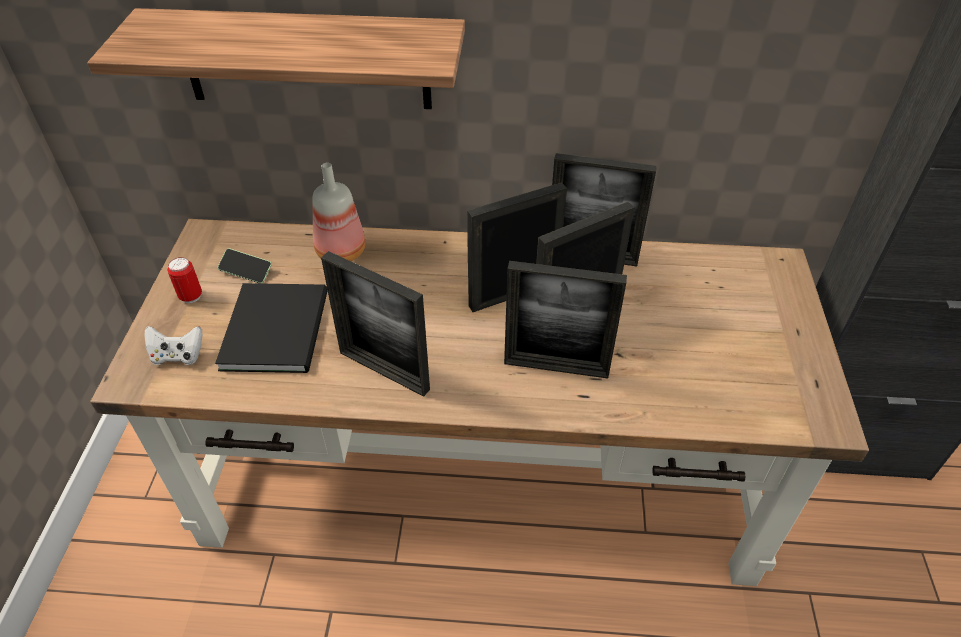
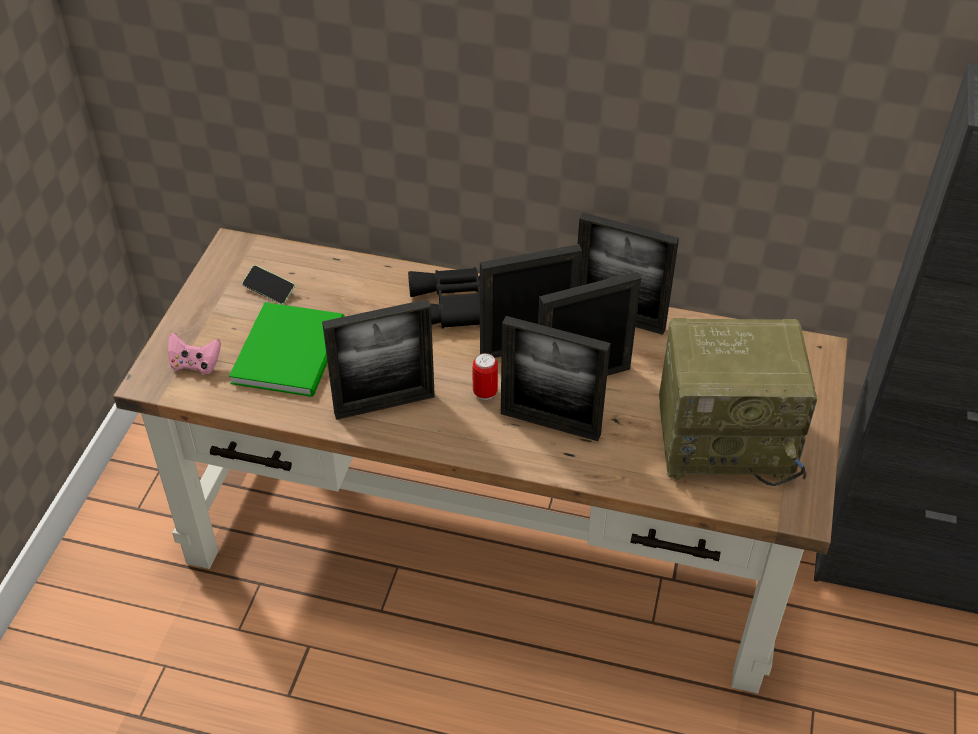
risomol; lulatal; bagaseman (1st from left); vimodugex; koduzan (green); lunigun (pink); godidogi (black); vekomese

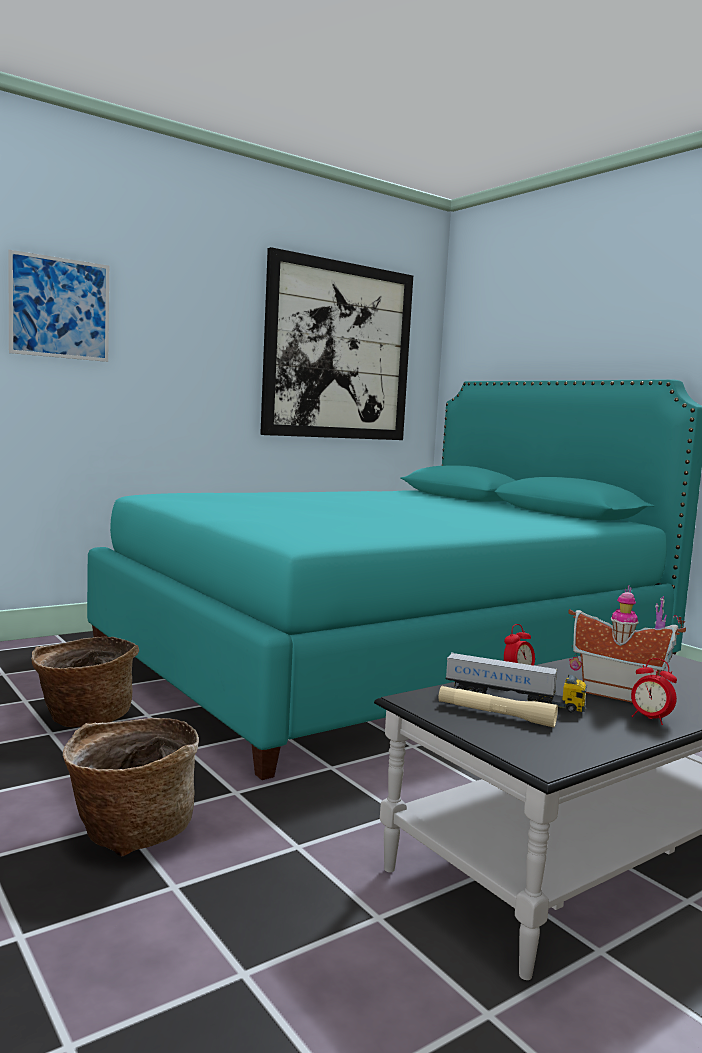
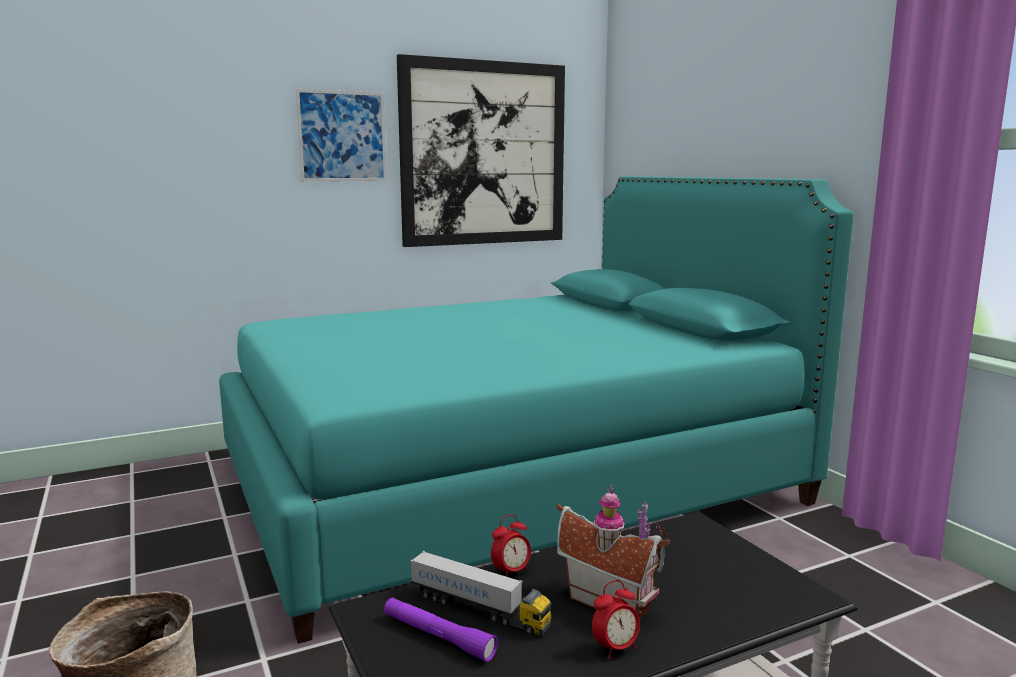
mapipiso (1st from left); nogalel (1st from left in the first image); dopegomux (2nd from left); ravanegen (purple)

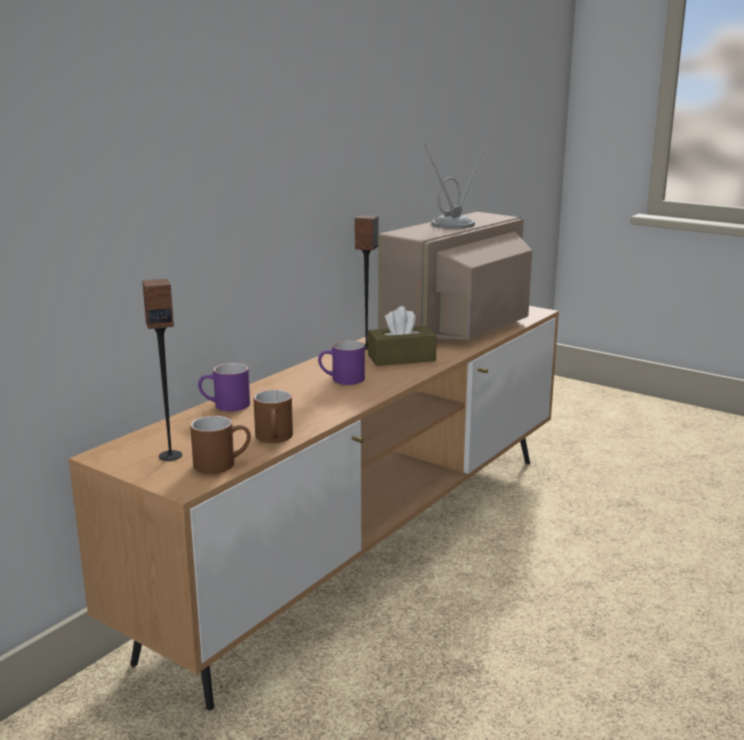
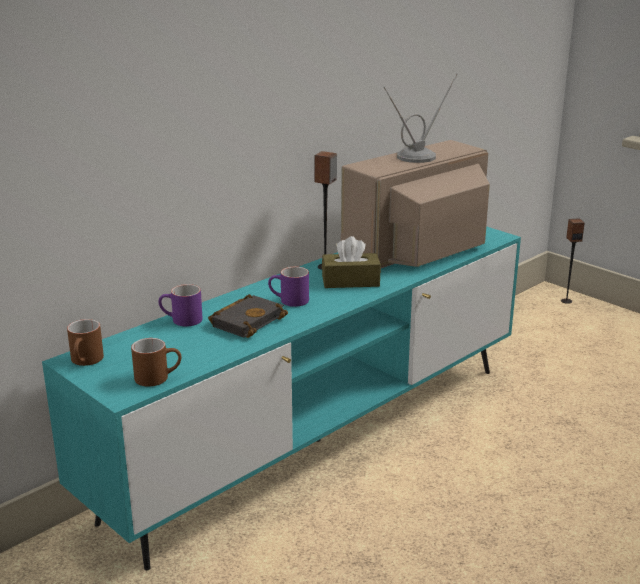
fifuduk (2nd from left); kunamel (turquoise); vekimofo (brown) (1st from left); koduzan (black)

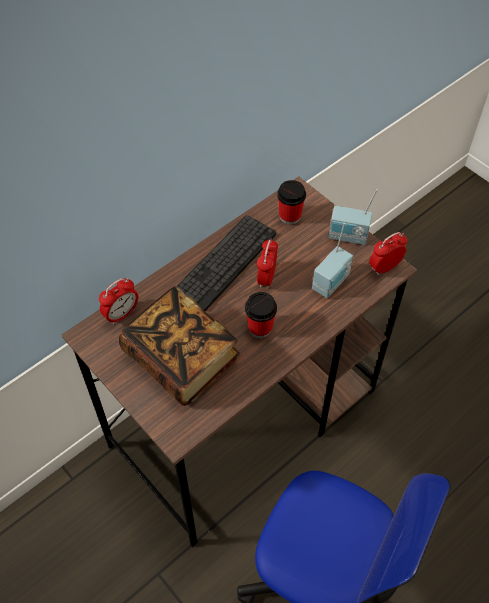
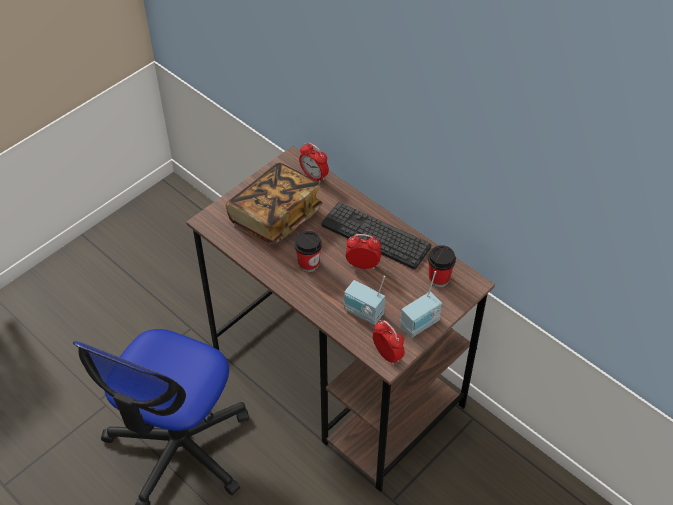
vekomese (2nd from left)

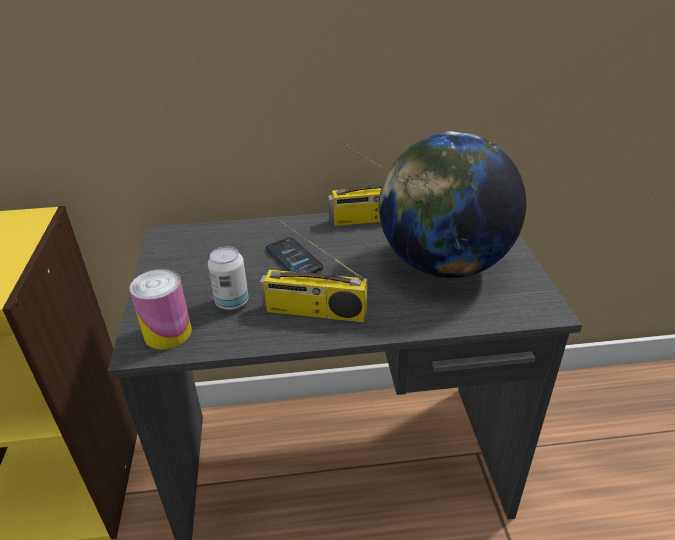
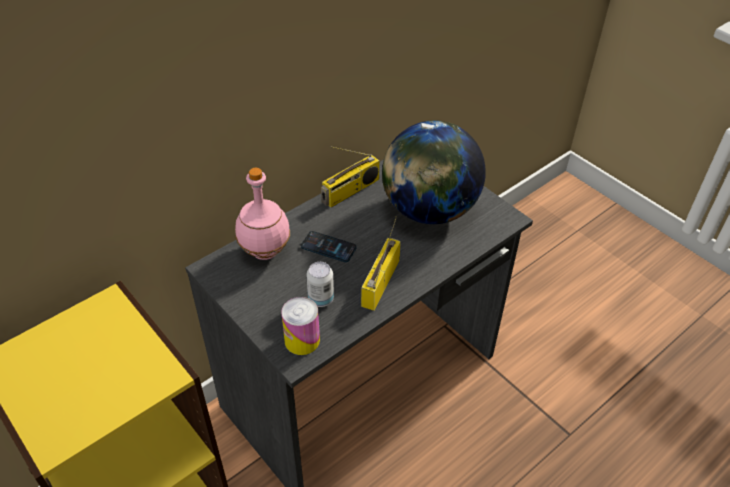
vekomese (2nd from left); lulatal (pink)

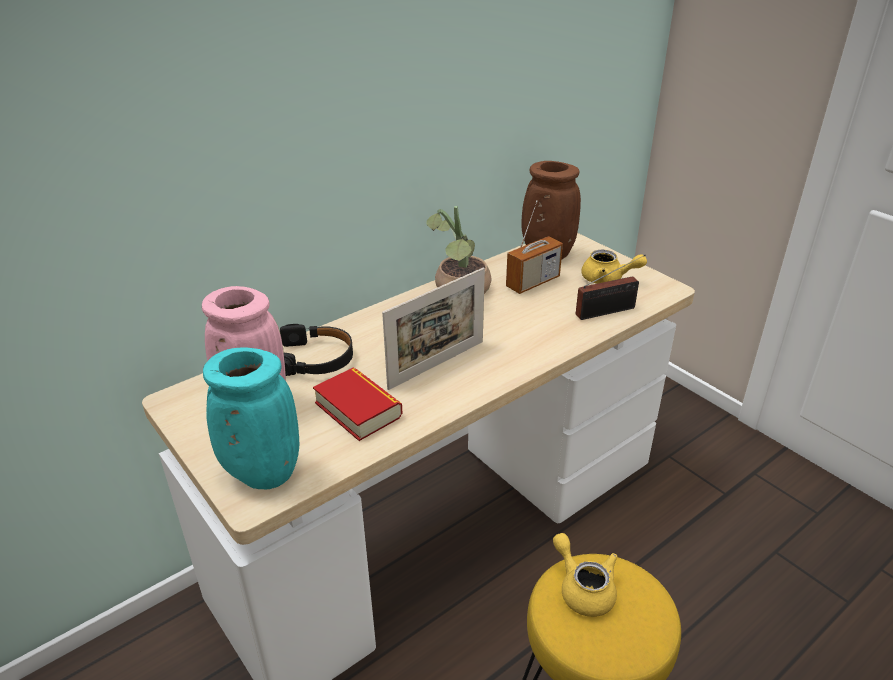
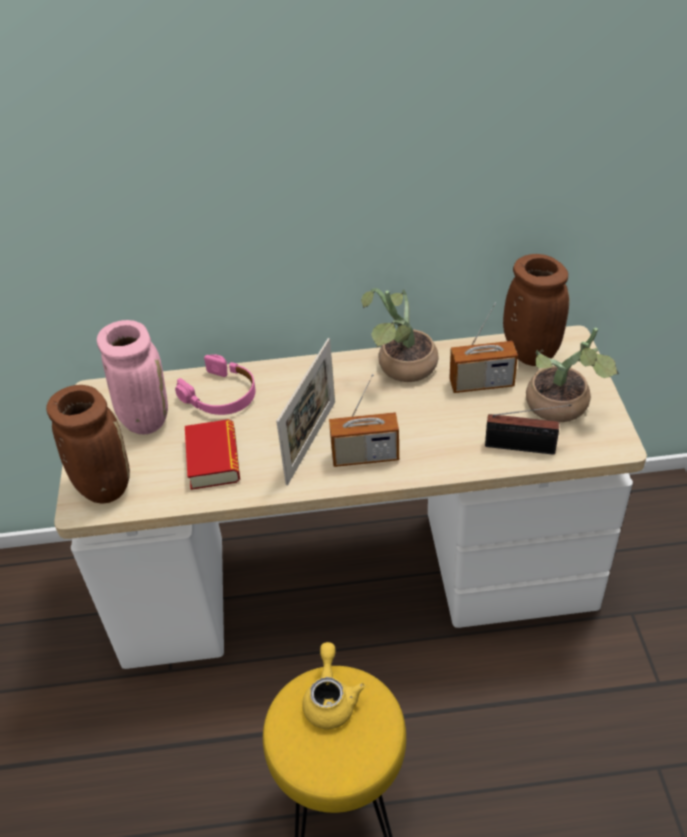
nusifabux (2nd from left); bagaseman; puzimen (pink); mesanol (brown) (1st from left); vekomese (1st from left)

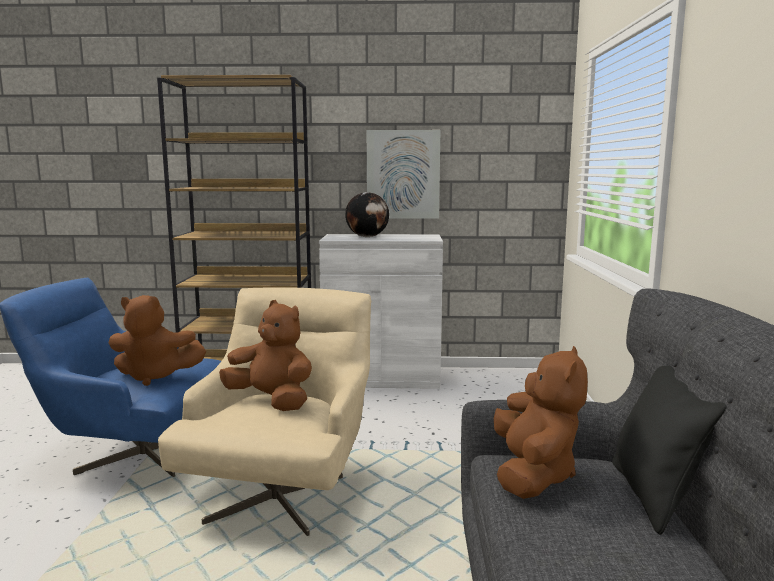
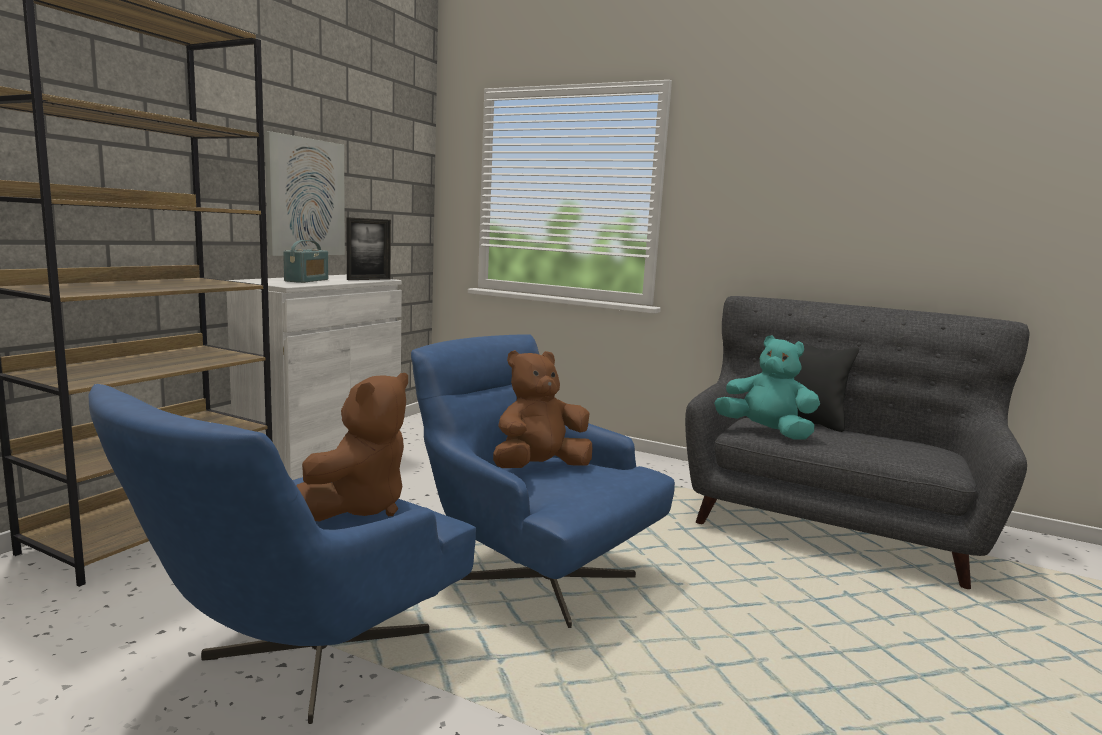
vekomese; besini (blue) (2nd from left); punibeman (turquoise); bagaseman

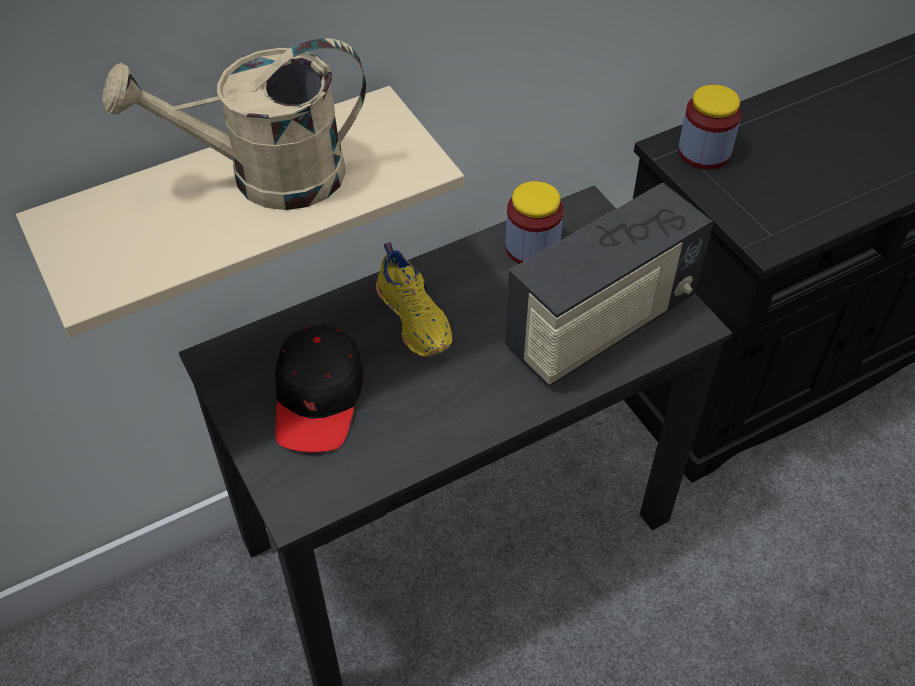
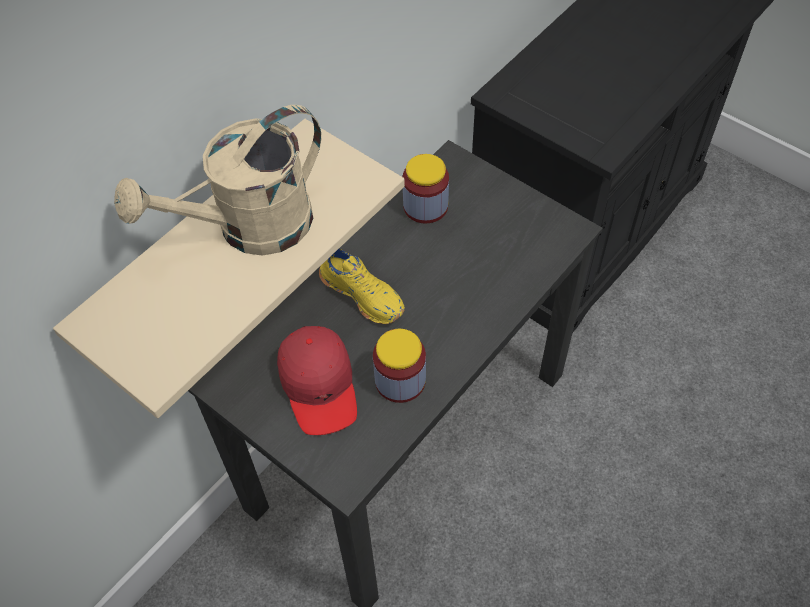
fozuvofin (1st from left); vekomese; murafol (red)

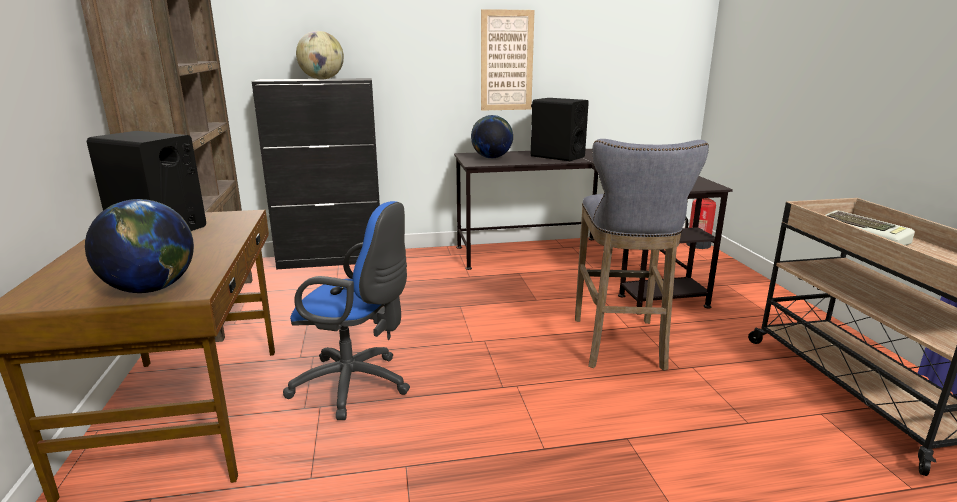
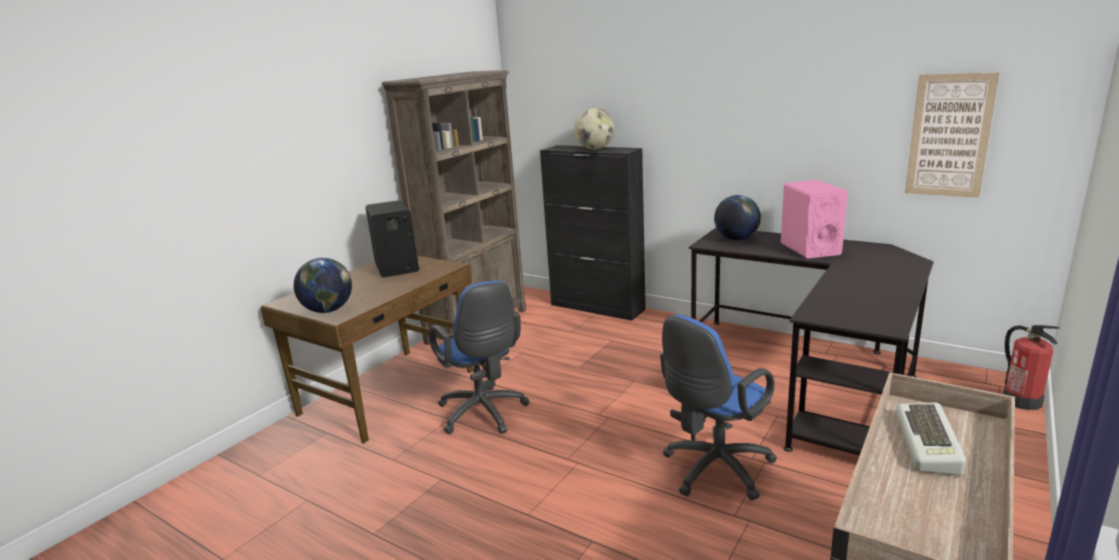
mapipiso; fifuduk (pink); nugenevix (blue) (2nd from left)

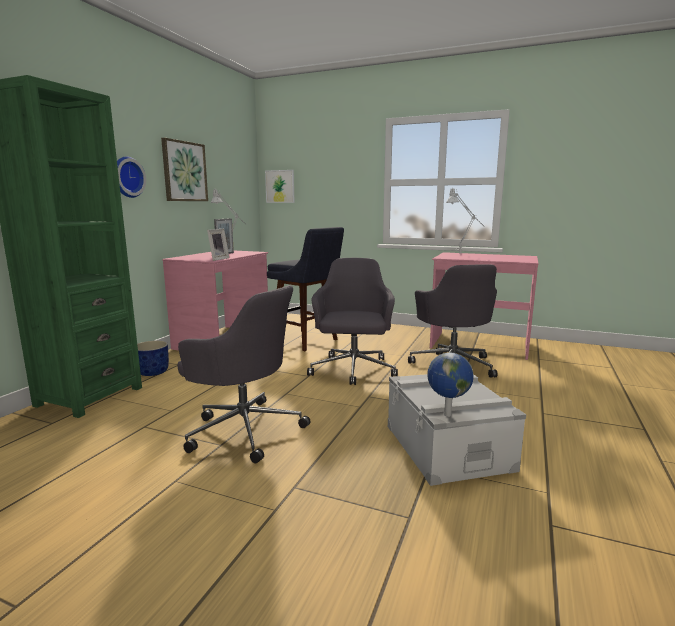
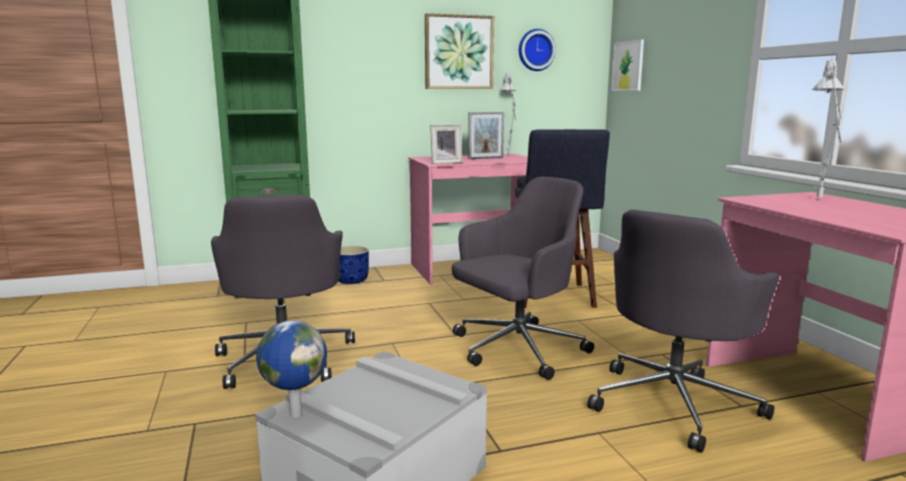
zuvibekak

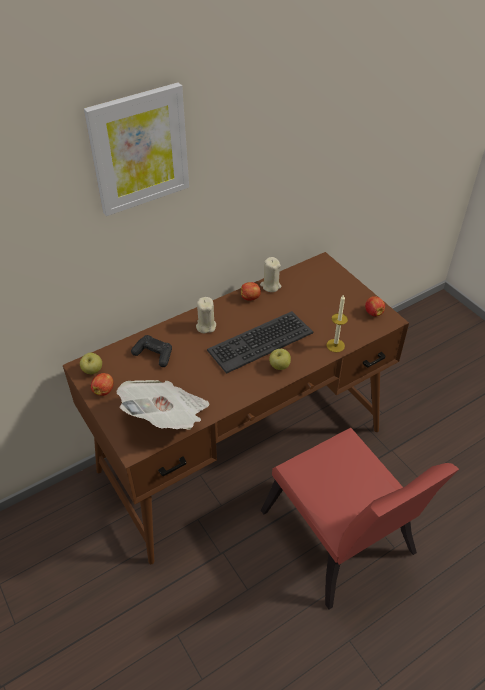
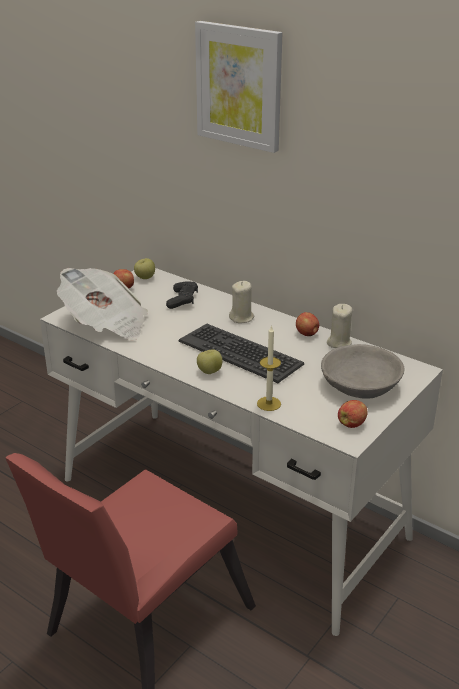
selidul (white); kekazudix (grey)

